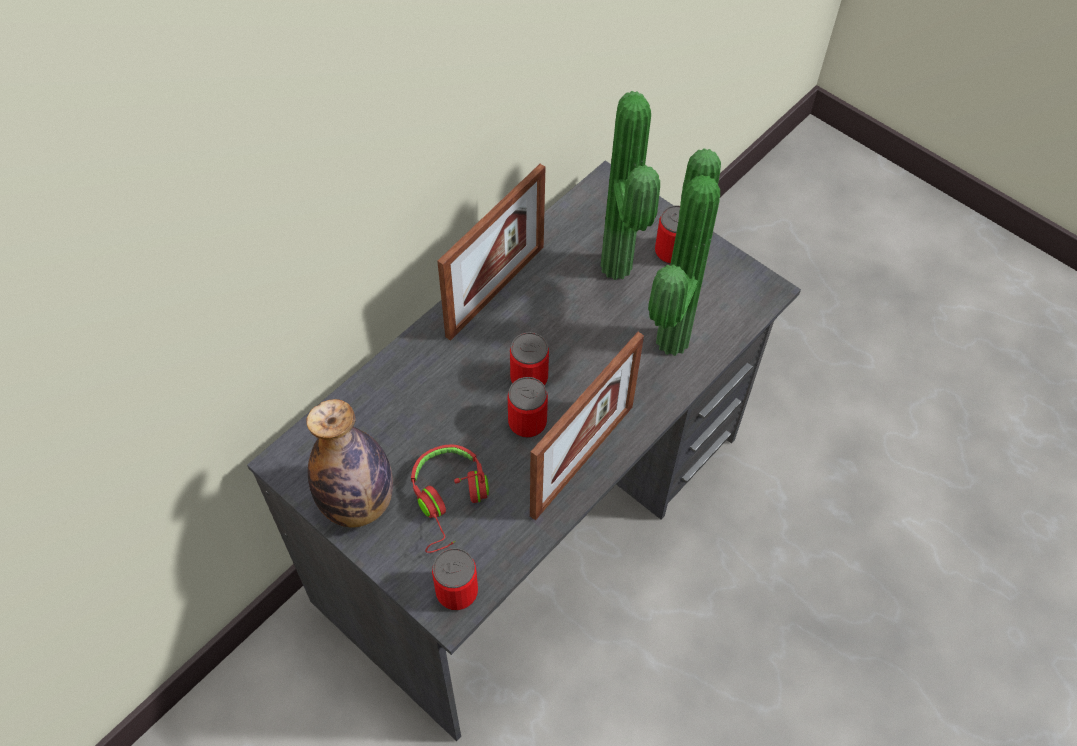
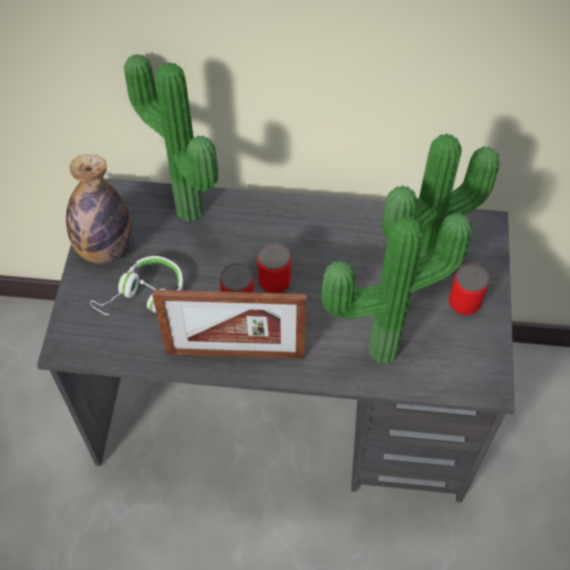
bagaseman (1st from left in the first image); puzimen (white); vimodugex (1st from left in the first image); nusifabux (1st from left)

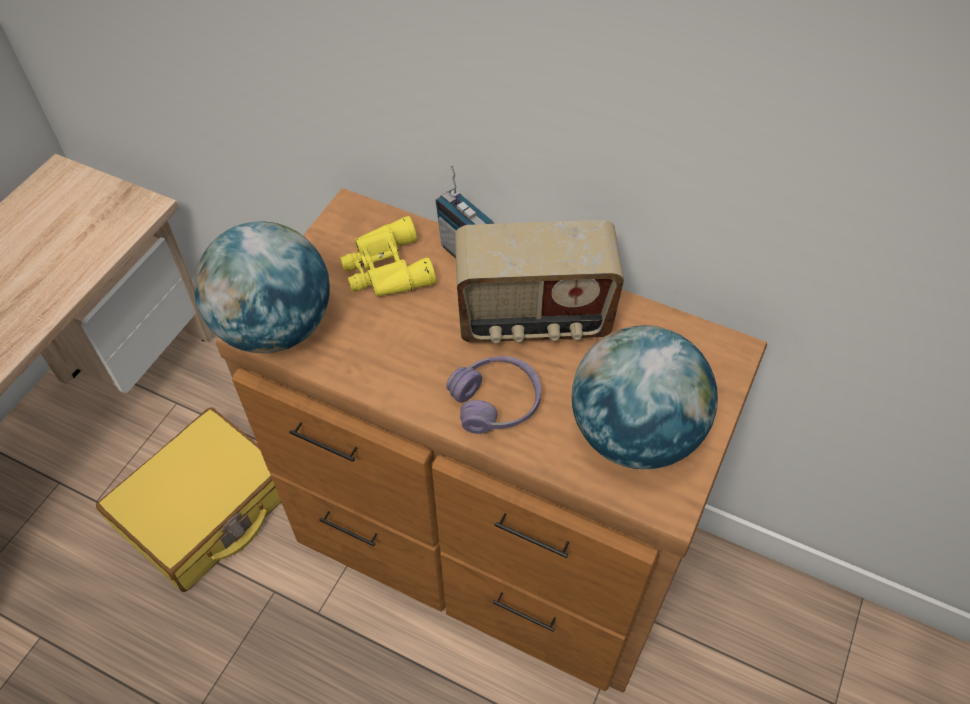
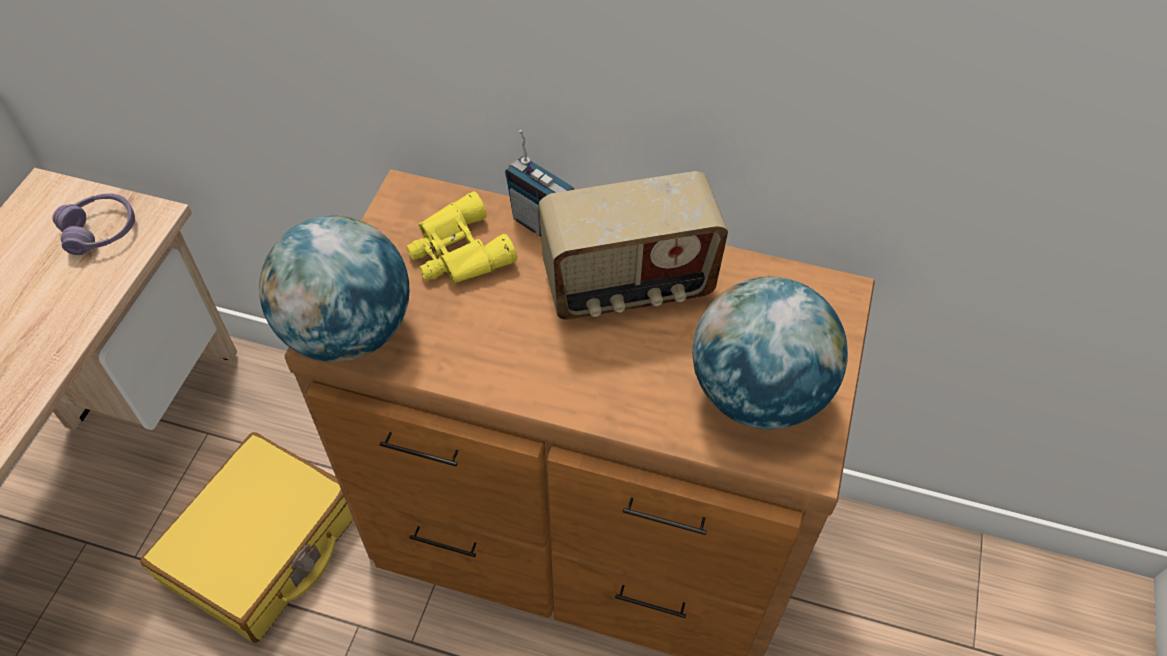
puzimen (purple)

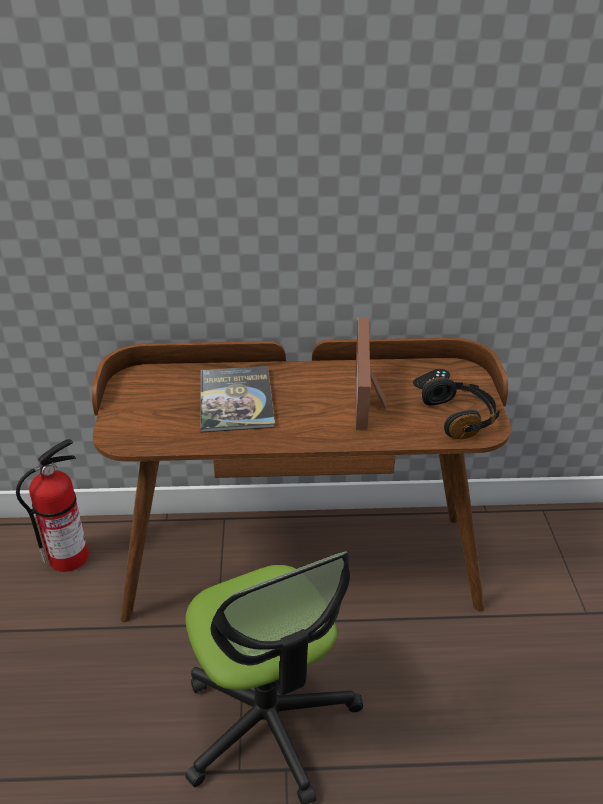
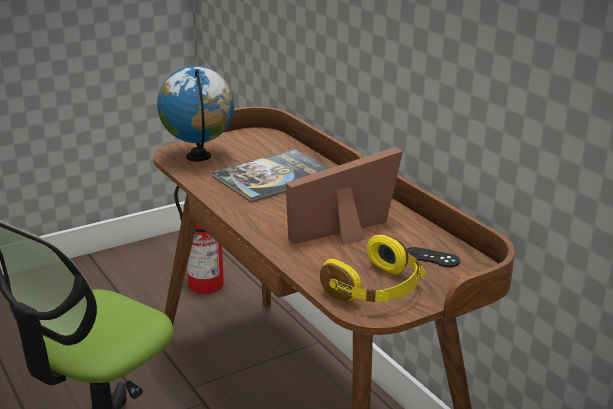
puzimen (yellow); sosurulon

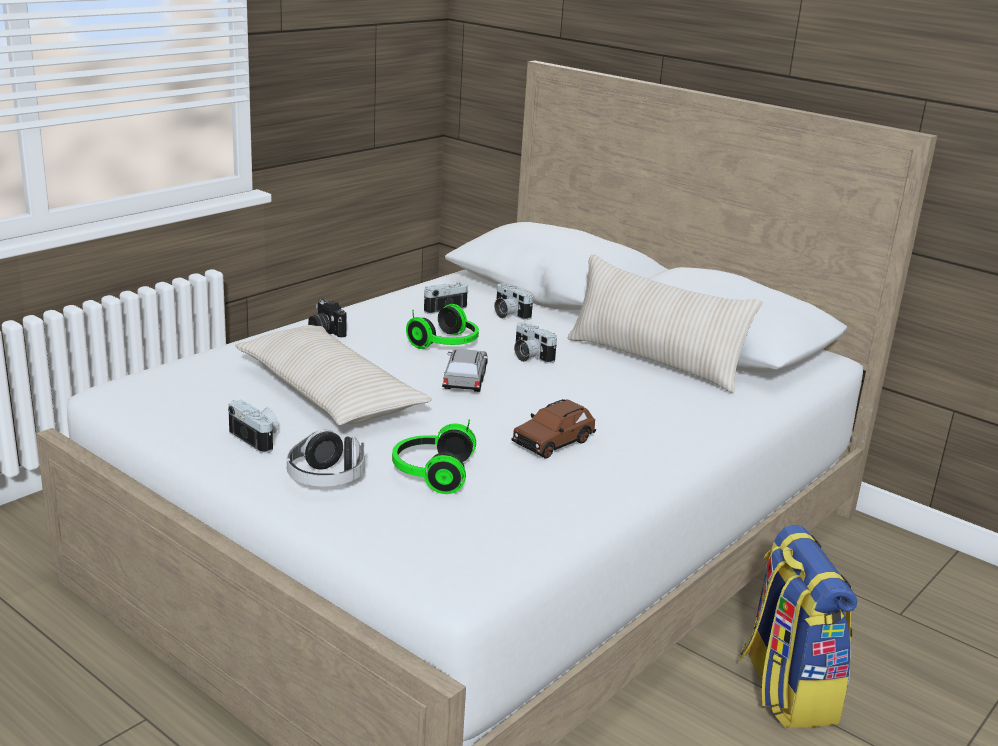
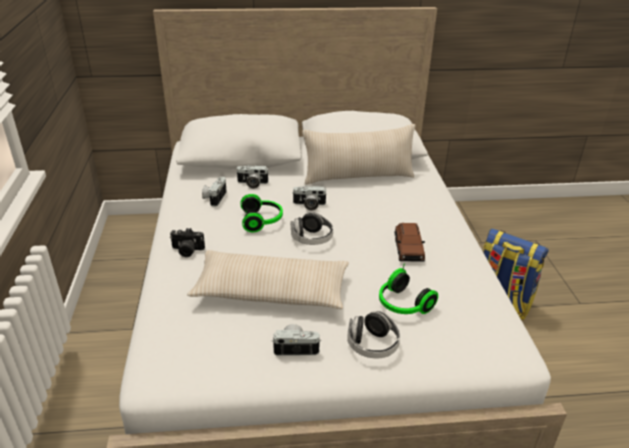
puzimen (2nd from left)

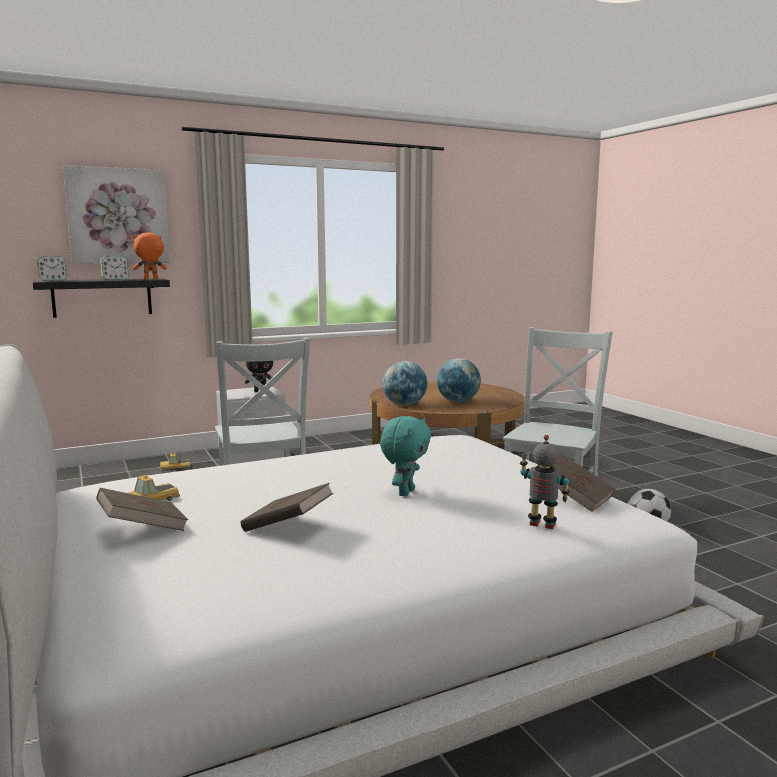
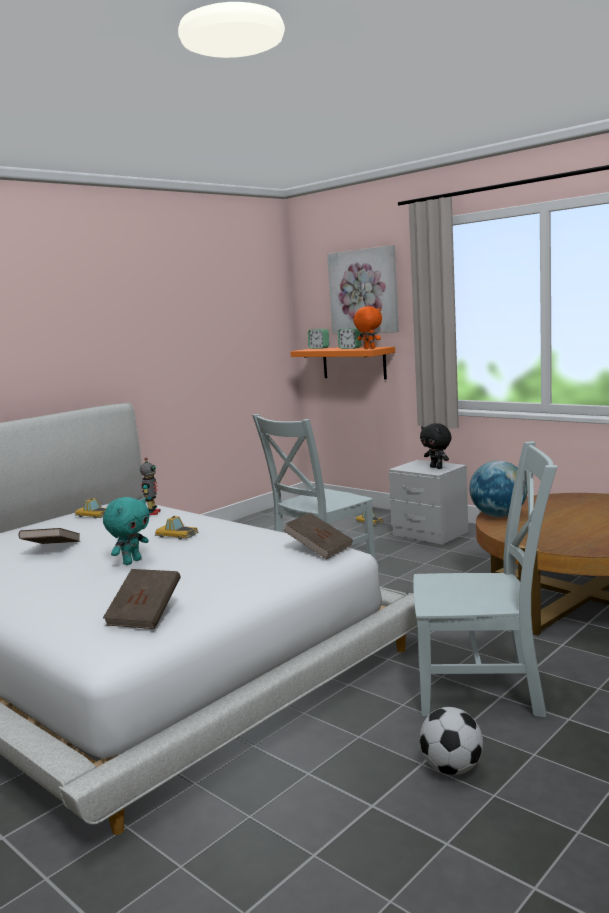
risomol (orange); sosurulon (2nd from left in the first image); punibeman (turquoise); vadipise; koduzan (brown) (3rd from left); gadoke (2nd from left)

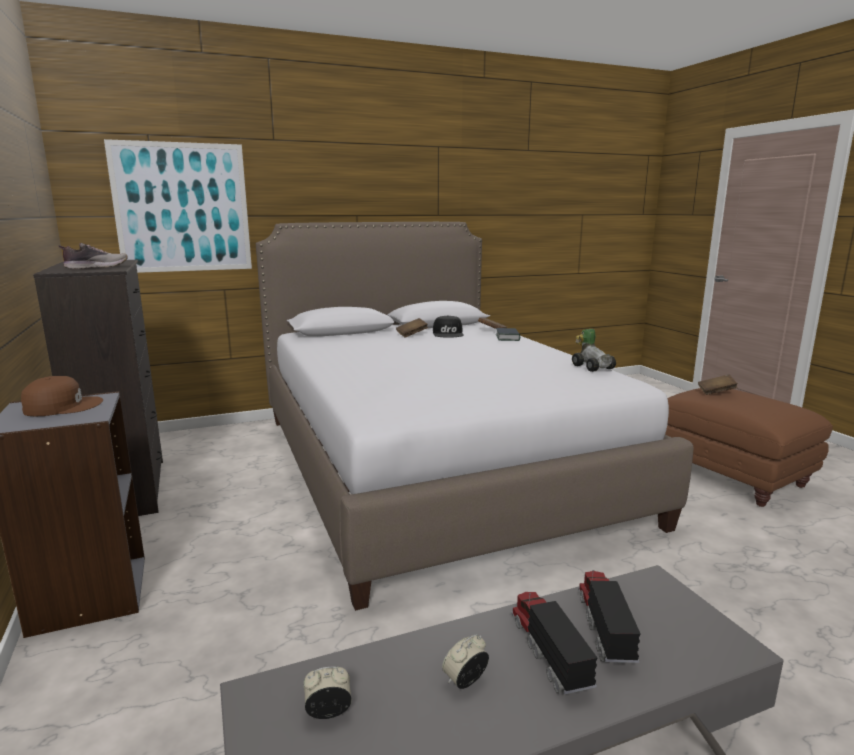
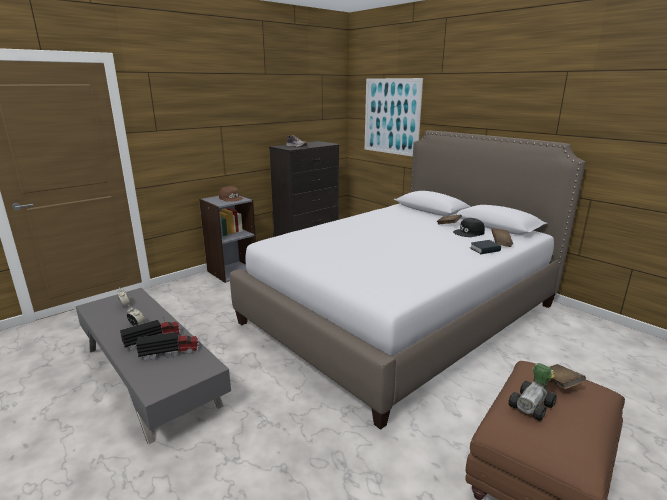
gadoke

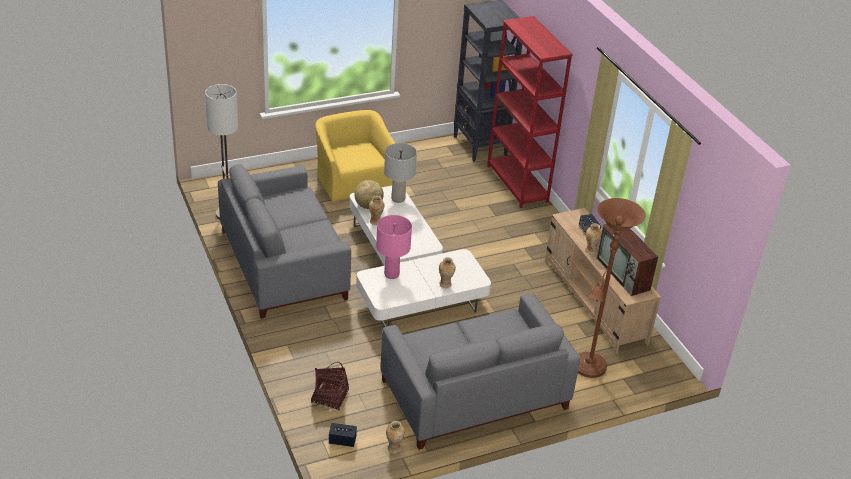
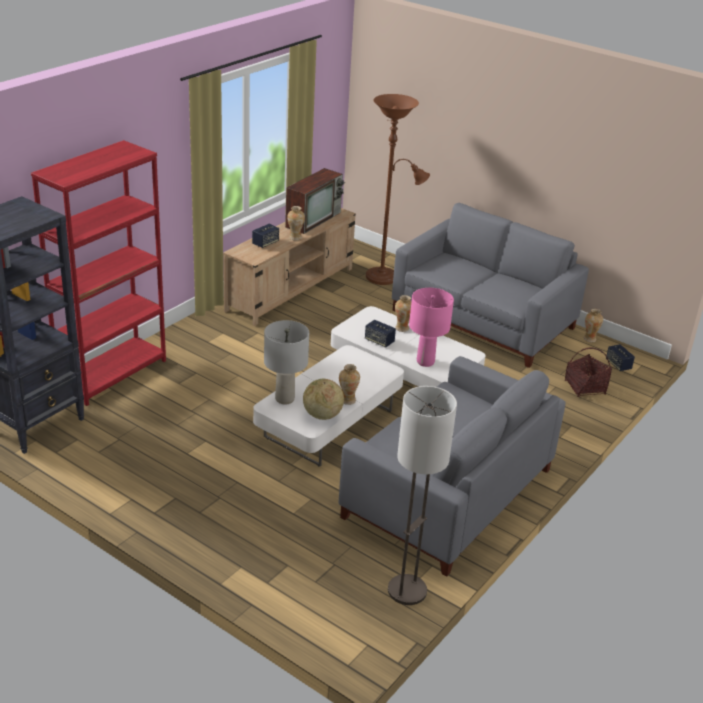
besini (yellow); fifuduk (2nd from left)

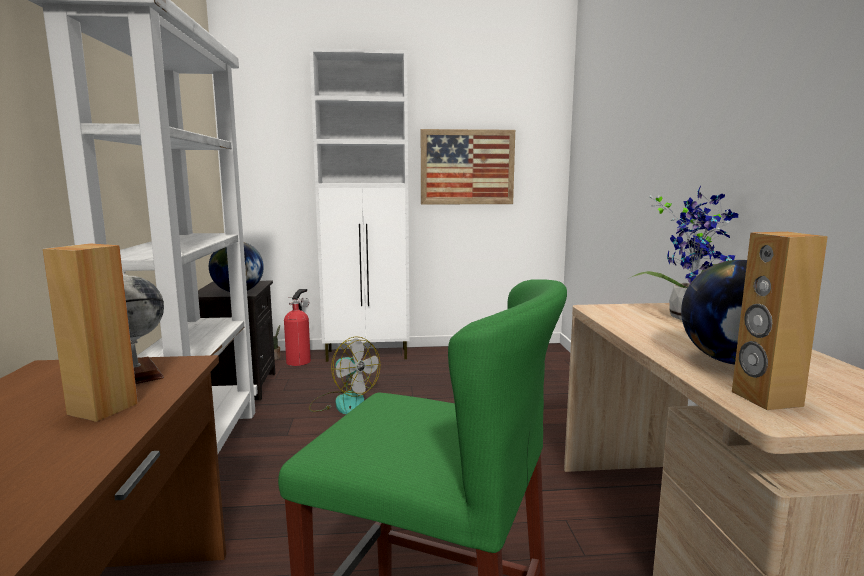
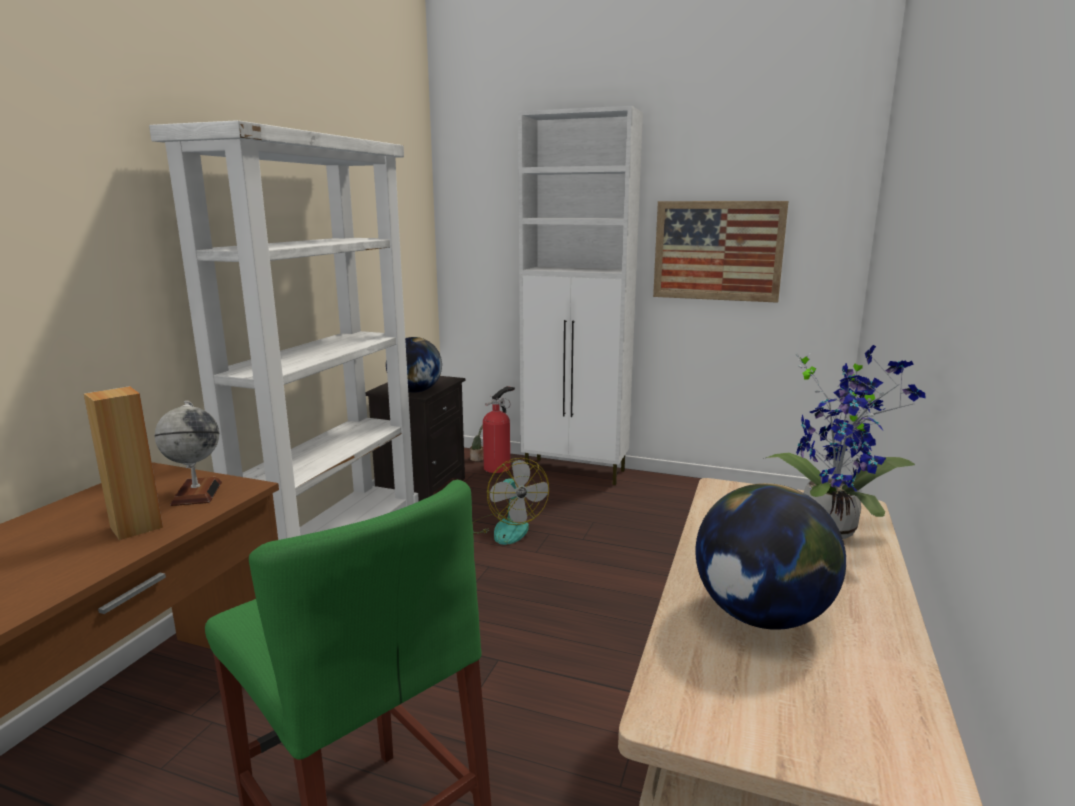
fifuduk (brown) (2nd from left in the first image)

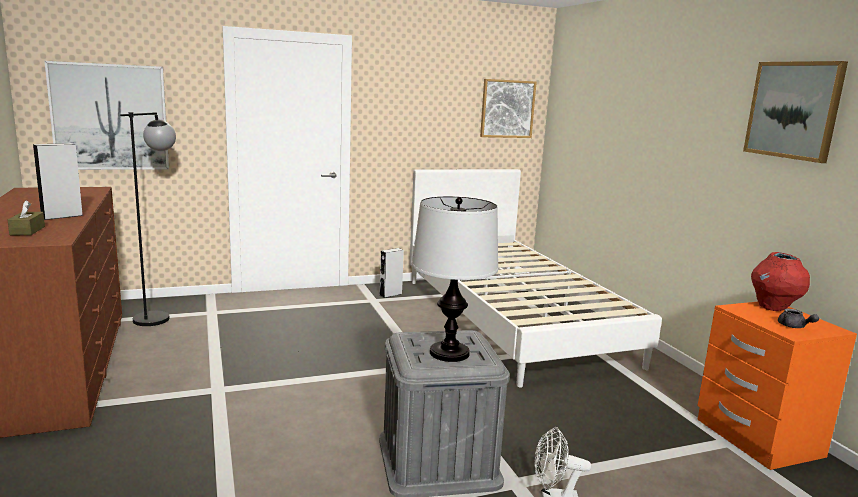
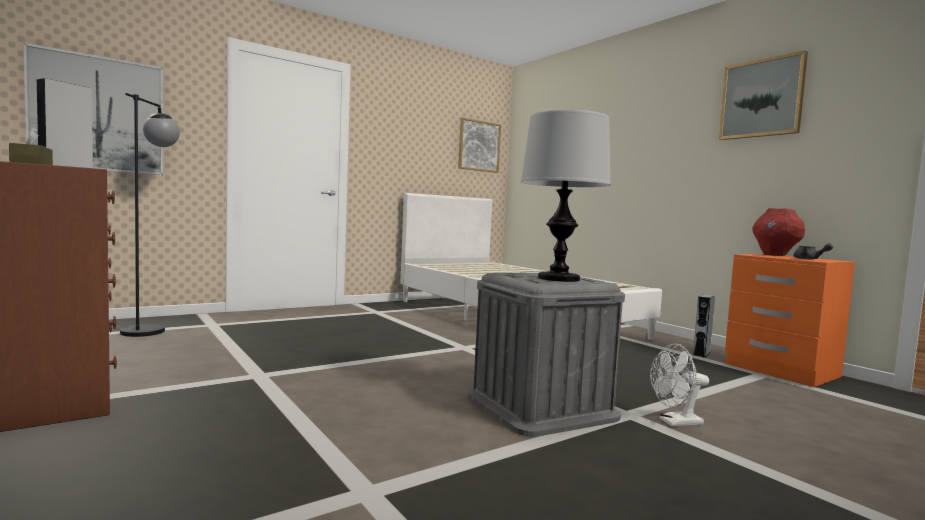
fifuduk (grey) (2nd from left)

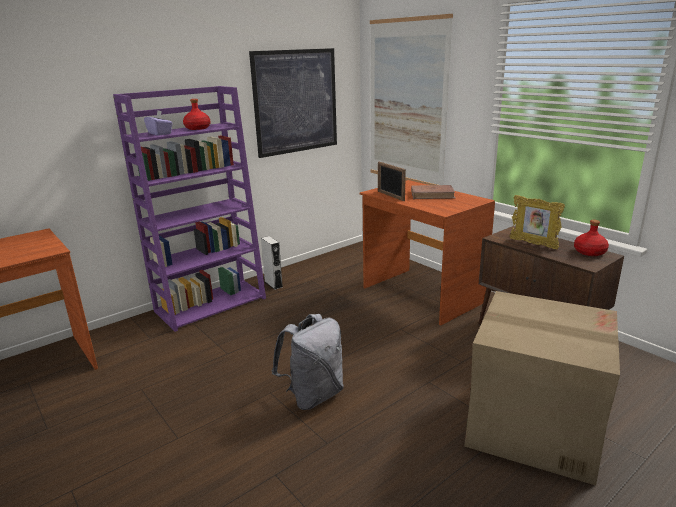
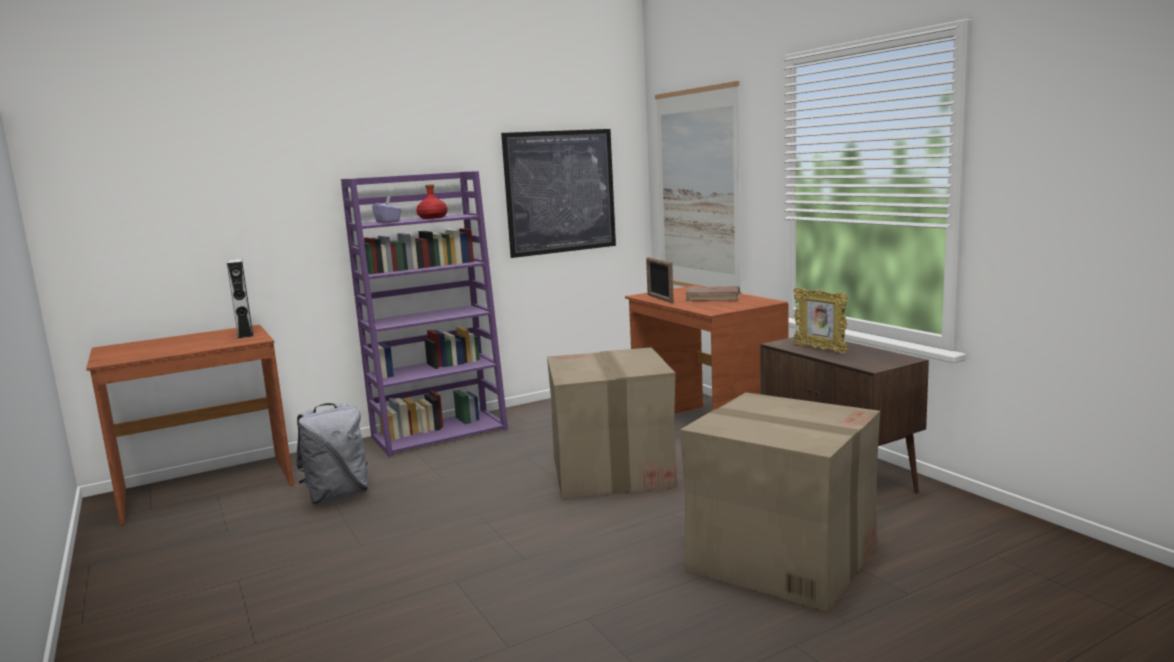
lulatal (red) (2nd from left in the first image); fifuduk (grey); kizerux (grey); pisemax (1st from left)

